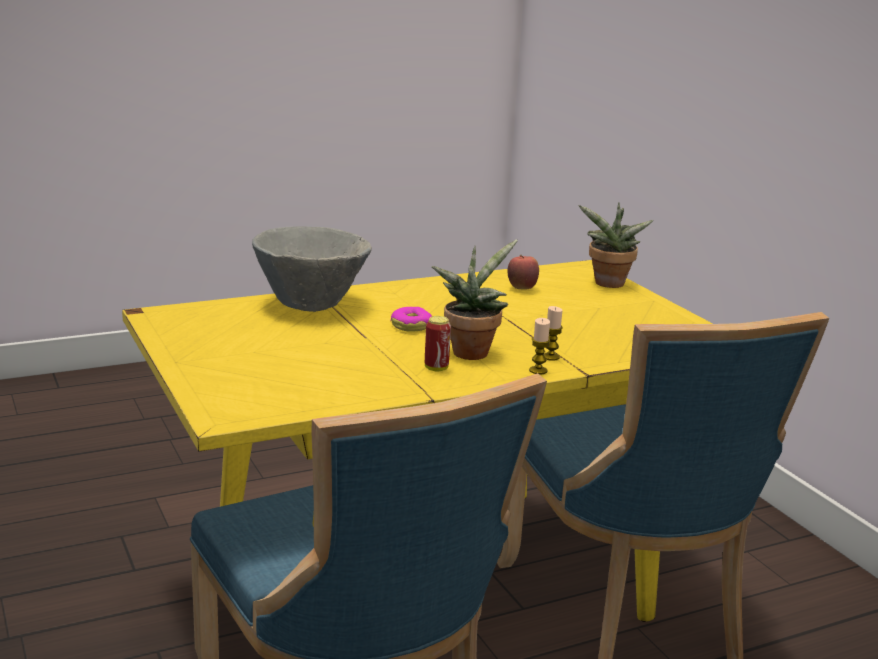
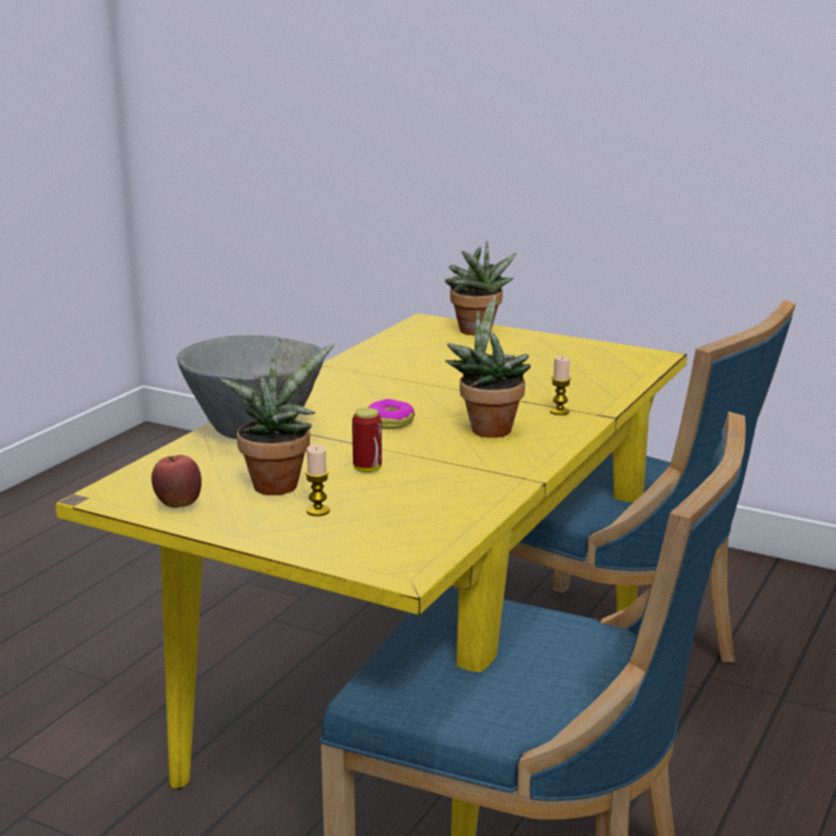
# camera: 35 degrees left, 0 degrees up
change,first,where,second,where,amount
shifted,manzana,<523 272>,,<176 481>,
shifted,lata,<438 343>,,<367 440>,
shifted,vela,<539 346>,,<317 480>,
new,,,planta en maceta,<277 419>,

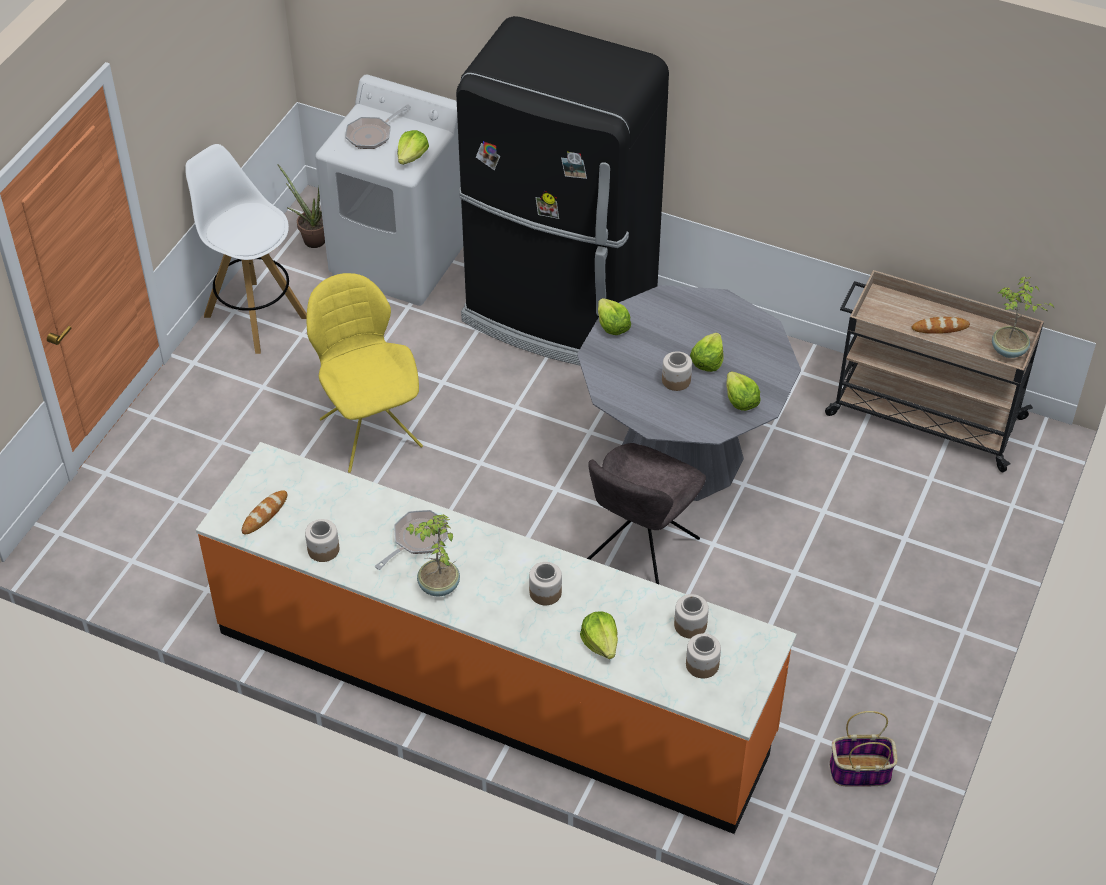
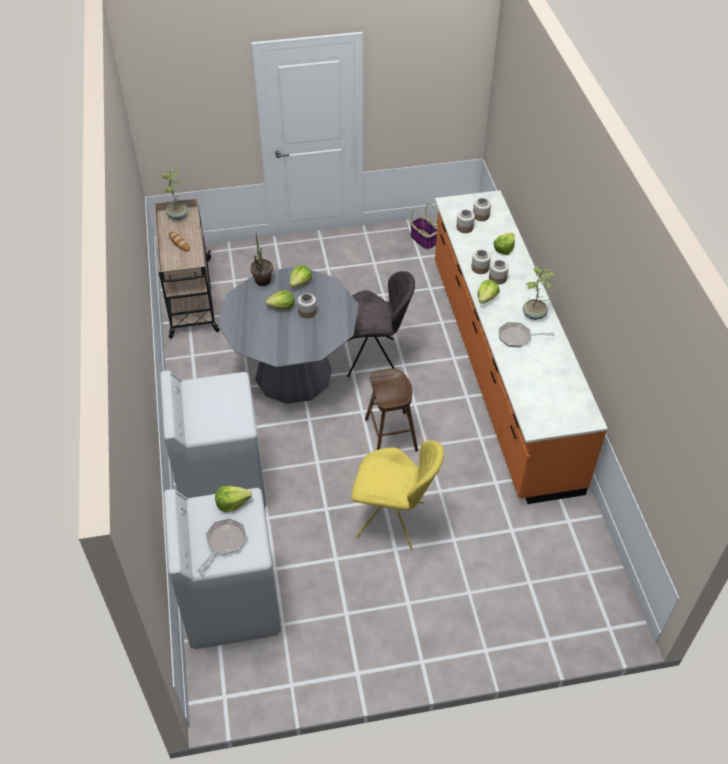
# camera: 125 degrees left, 0 degrees up
change,first,where,second,where,amount
swapped,nevera/negro,<562 190>,lavadora/blanco,<213 439>,
rotated,sartén,<378 126>,,<222 545>,75 degrees counterclockwise
gone,taburete/blanco,<246 249>,,,
shifted,planta en maceta,<301 206>,,<261 260>,
rotated,silla/amarillo,<364 373>,,<397 495>,105 degrees counterclockwise
shifted,lechuga,<614 316>,,<489 292>,
gone,pan,<264 512>,,,
shifted,tarro,<322 540>,,<481 262>,
new,,,taburete/marrón,<391 410>,

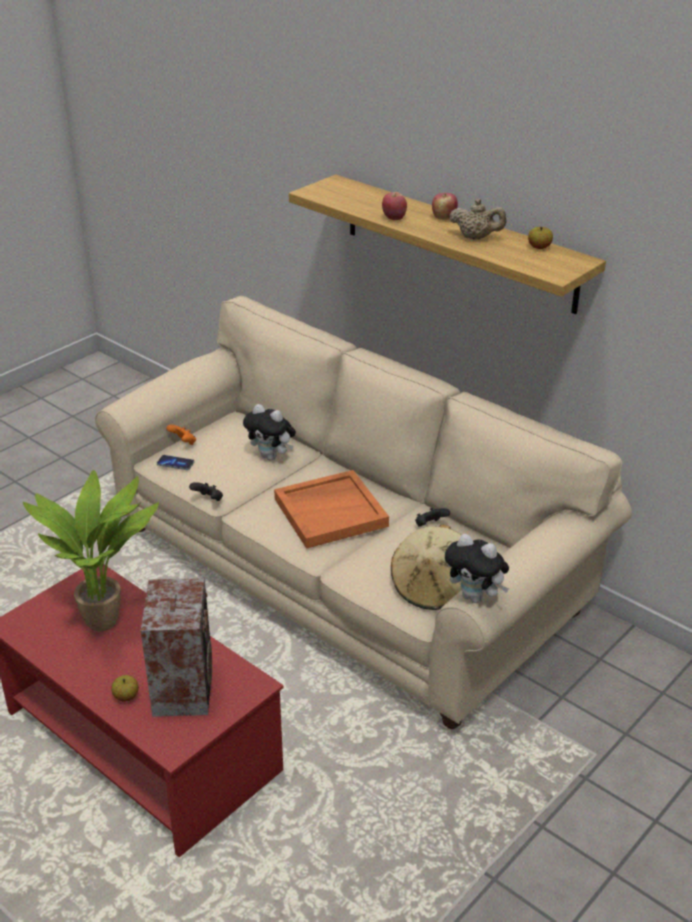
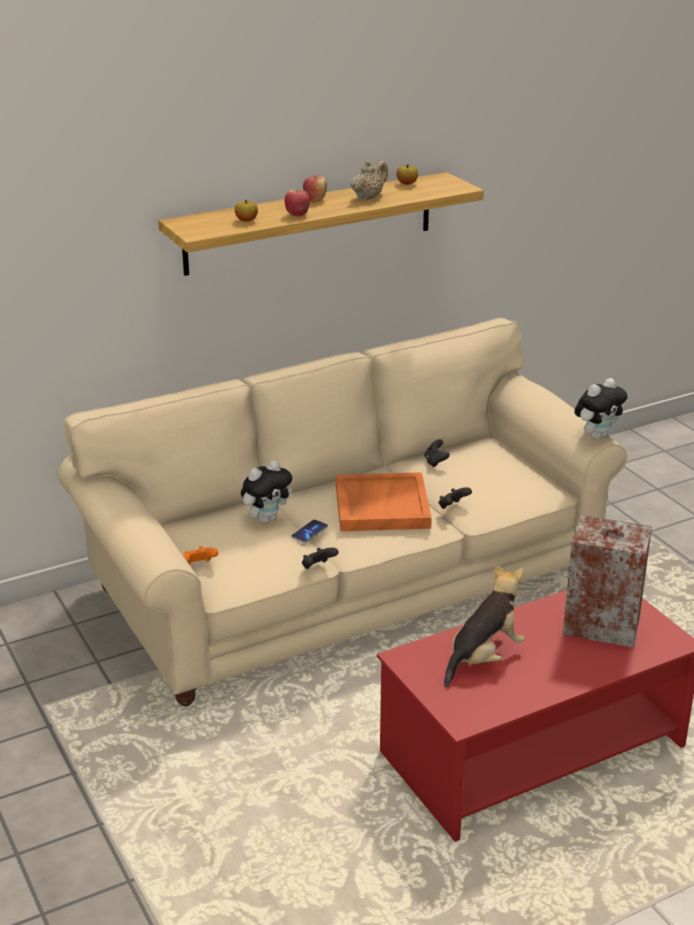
# camera: 70 degrees left, 5 degrees down
change,first,where,second,where,amount
shifted,móvil,<175 462>,,<309 531>,
swapped,planta en maceta,<91 551>,peluche,<484 625>,
gone,sombrero/beis,<426 567>,,,
shifted,manzana,<125 688>,,<246 211>,
new,,,mando de consola/negro,<455 498>,

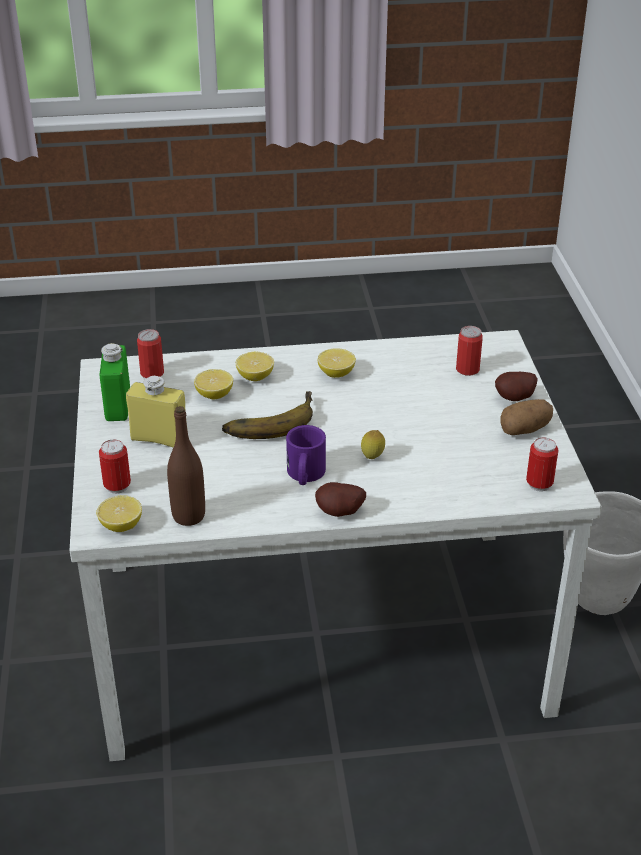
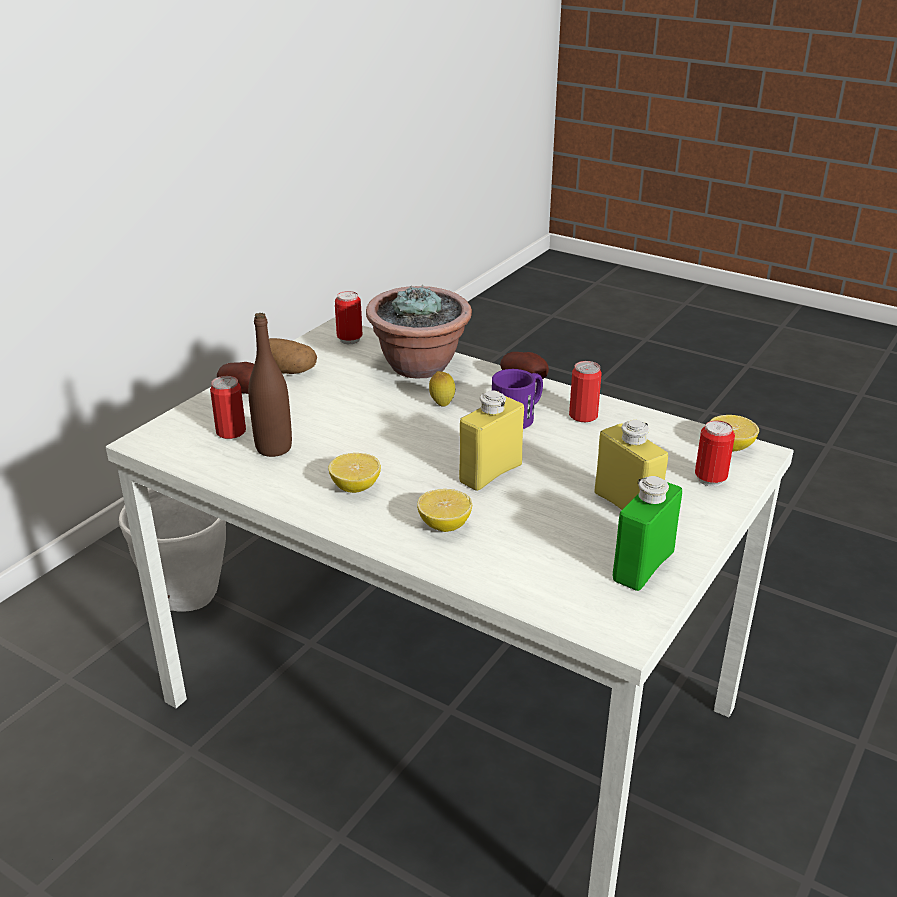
# camera: 140 degrees left, 5 degrees down
change,first,where,second,where,amount
shifted,lata,<150 353>,,<585 391>,
gone,limón,<213 384>,,,
swapped,plátano,<267 415>,botella/amarillo,<491 440>,
shifted,botella/marrón,<186 466>,,<270 385>,
new,,,planta en maceta,<419 332>,

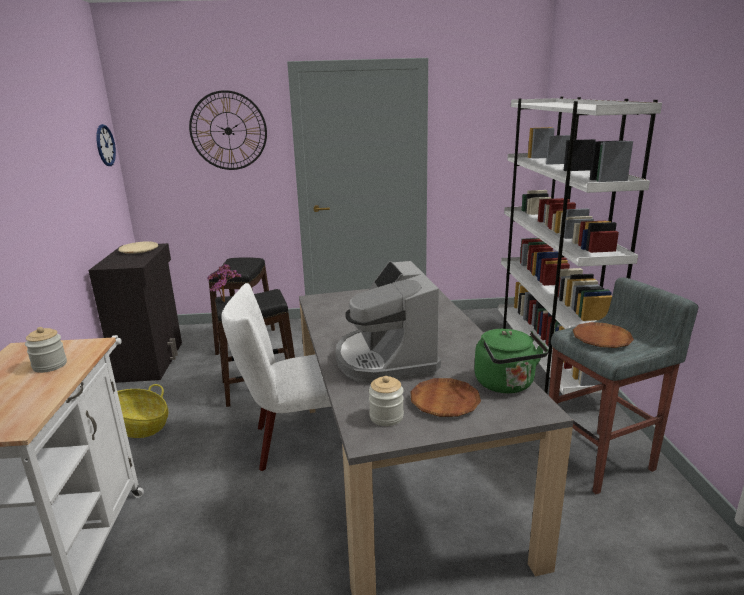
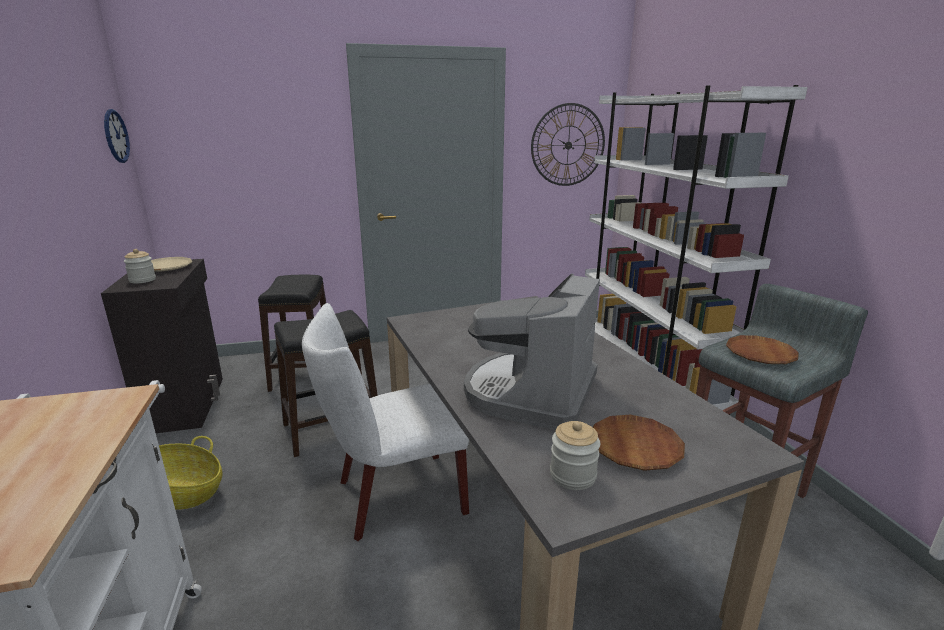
# camera: 10 degrees left, 0 degrees up
change,first,where,second,where,amount
shifted,reloj de pared,<228 130>,,<568 144>,
rotated,cafetera,<388 322>,,<532 352>,45 degrees clockwise
gone,planta en maceta,<224 283>,,,
shifted,tarro,<46 350>,,<140 266>,
gone,hervidor/verde,<511 361>,,,

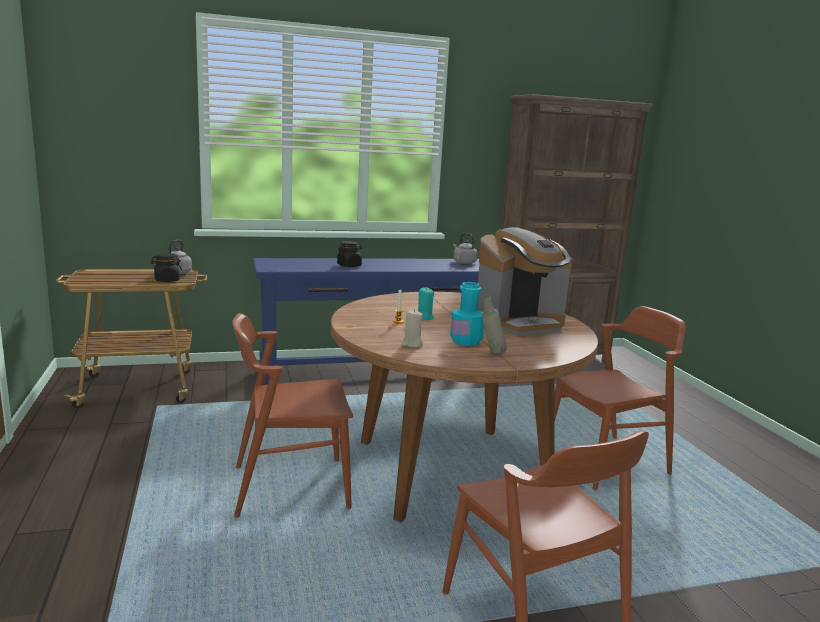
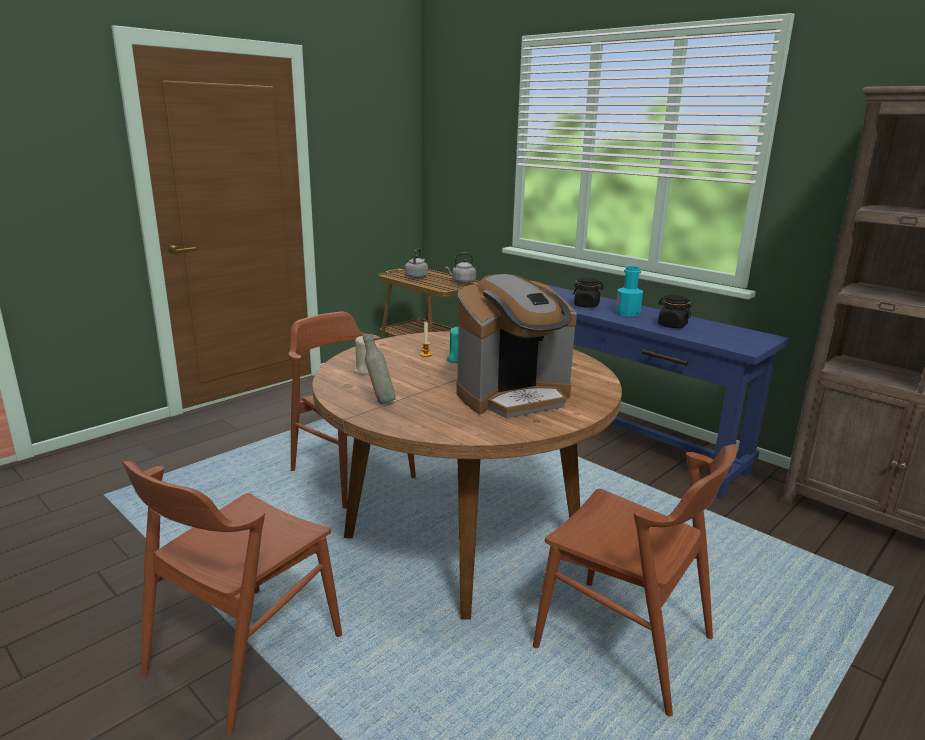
# camera: 60 degrees right, 5 degrees up
change,first,where,second,where,amount
rotated,cafetera,<525 281>,,<516 346>,60 degrees counterclockwise
shifted,hervidor/gris,<465 248>,,<416 263>,
shifted,tarro/negro,<166 267>,,<675 311>,
shifted,botella/turquesa,<467 314>,,<629 291>,

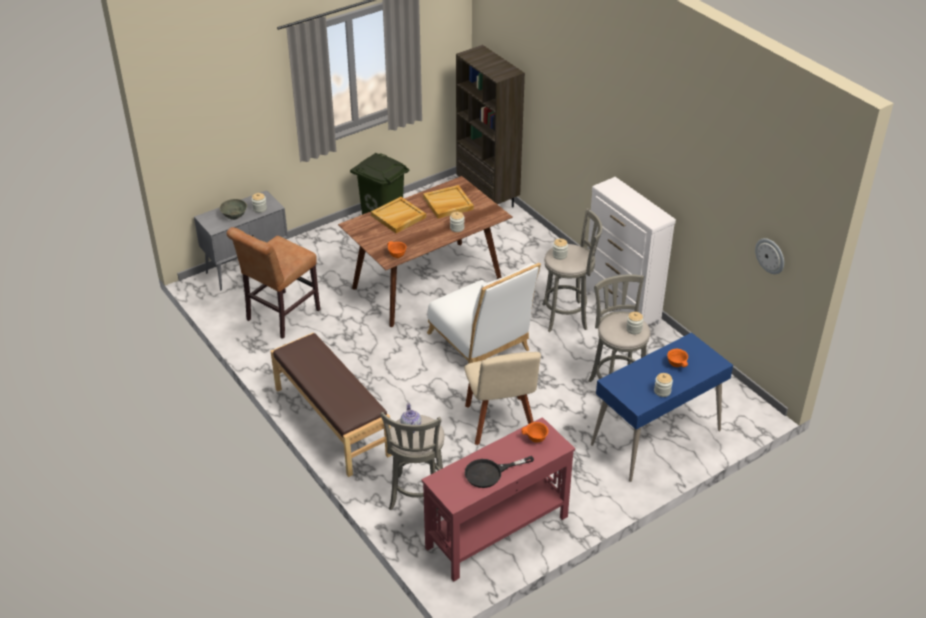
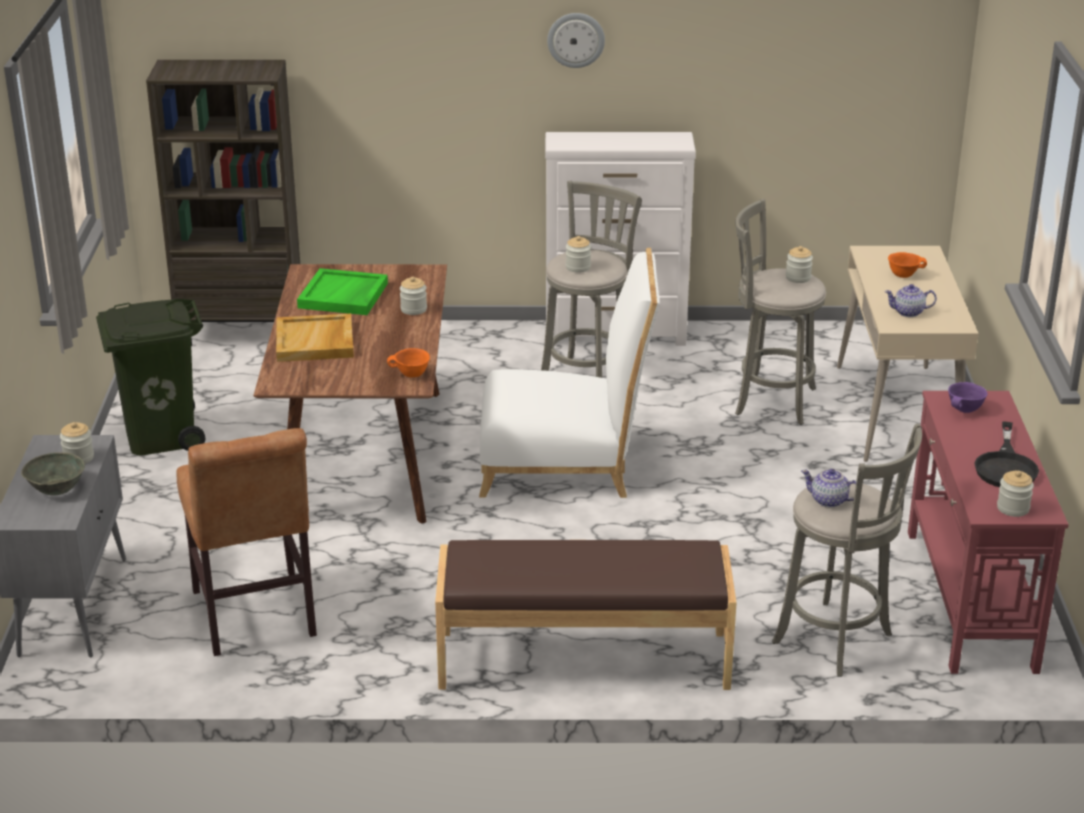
# camera: 55 degrees left, 10 degrees down
change,first,where,second,where,amount
repainted,bandeja/beis,<448 202>,bandeja/verde,<342 291>,
shifted,reloj de pared,<769 256>,,<576 40>,
repainted,escritorio/azul,<662 407>,escritorio/beis,<908 354>,
gone,silla/beis,<502 398>,,,
shifted,tarro,<663 385>,,<1015 494>,
repainted,cuenco/naranja,<534 432>,cuenco/morado,<968 397>,
new,,,tetera,<911 300>,

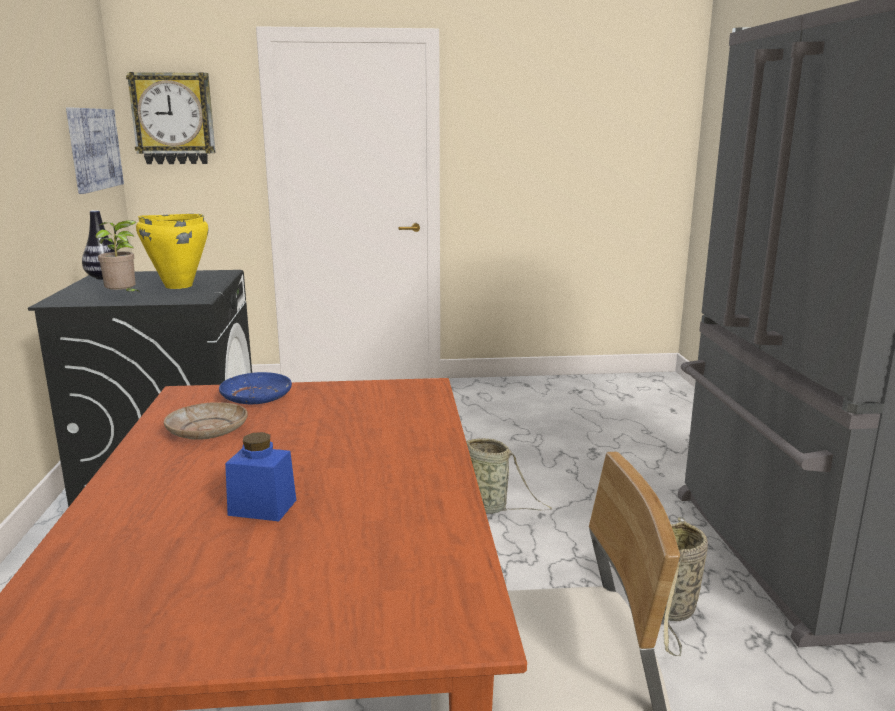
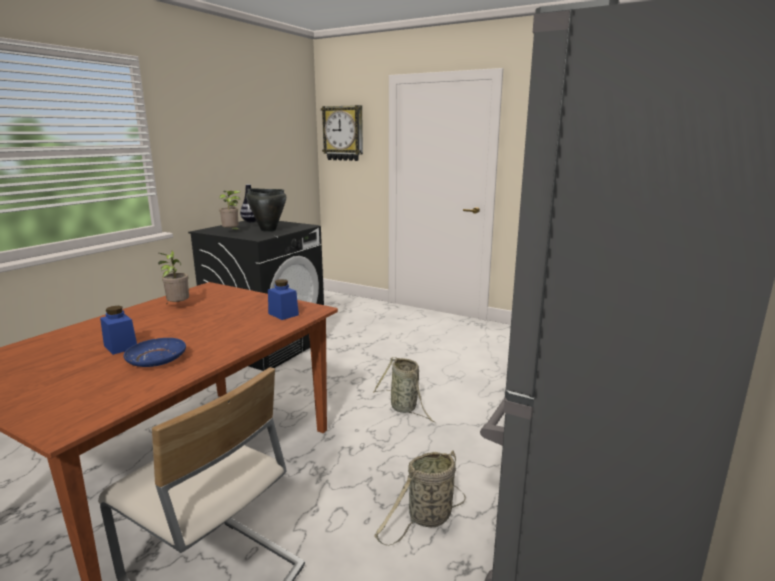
# camera: 35 degrees right, 0 degrees up
change,first,where,second,where,amount
gone,cuadro,<95 151>,,,
repainted,olla/amarillo,<172 251>,olla/negro,<266 210>,
shifted,plato/azul,<255 388>,,<155 352>,
swapped,plato/beis,<206 421>,planta en maceta,<173 277>,
new,,,tarro/azul,<283 299>,

